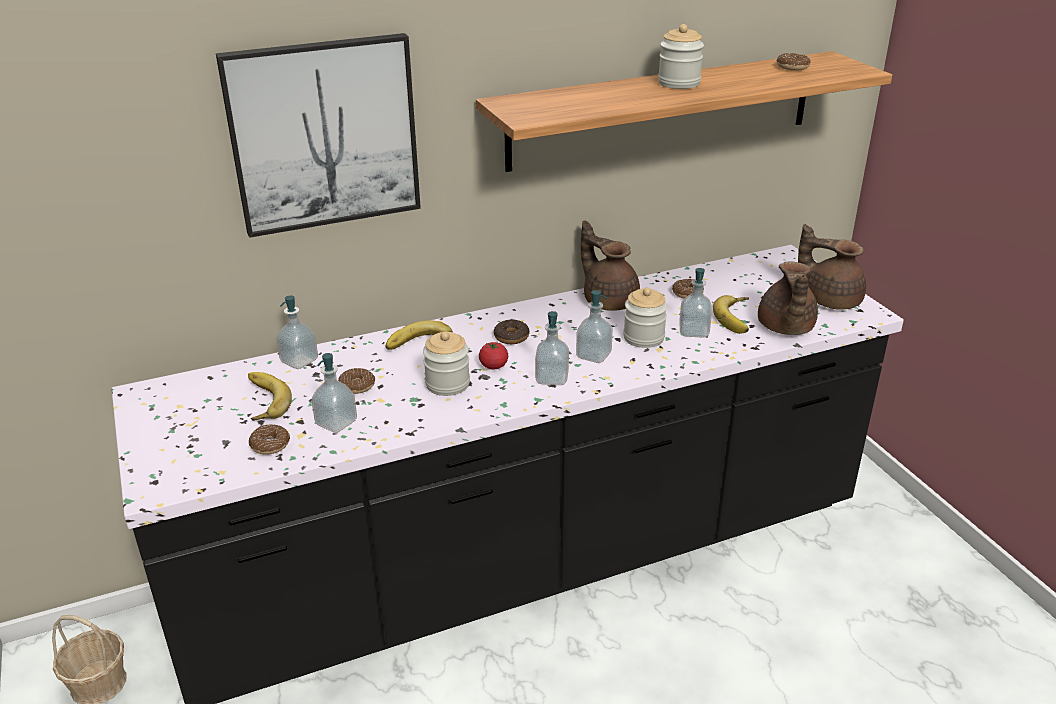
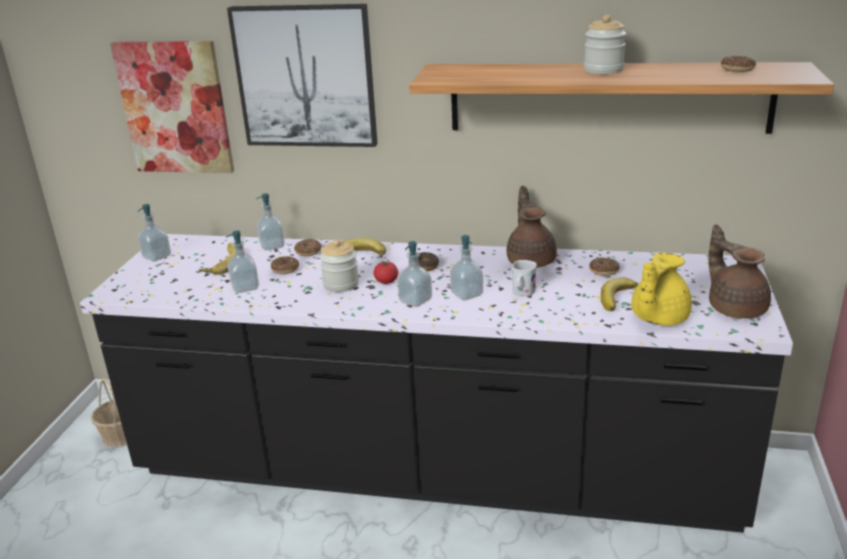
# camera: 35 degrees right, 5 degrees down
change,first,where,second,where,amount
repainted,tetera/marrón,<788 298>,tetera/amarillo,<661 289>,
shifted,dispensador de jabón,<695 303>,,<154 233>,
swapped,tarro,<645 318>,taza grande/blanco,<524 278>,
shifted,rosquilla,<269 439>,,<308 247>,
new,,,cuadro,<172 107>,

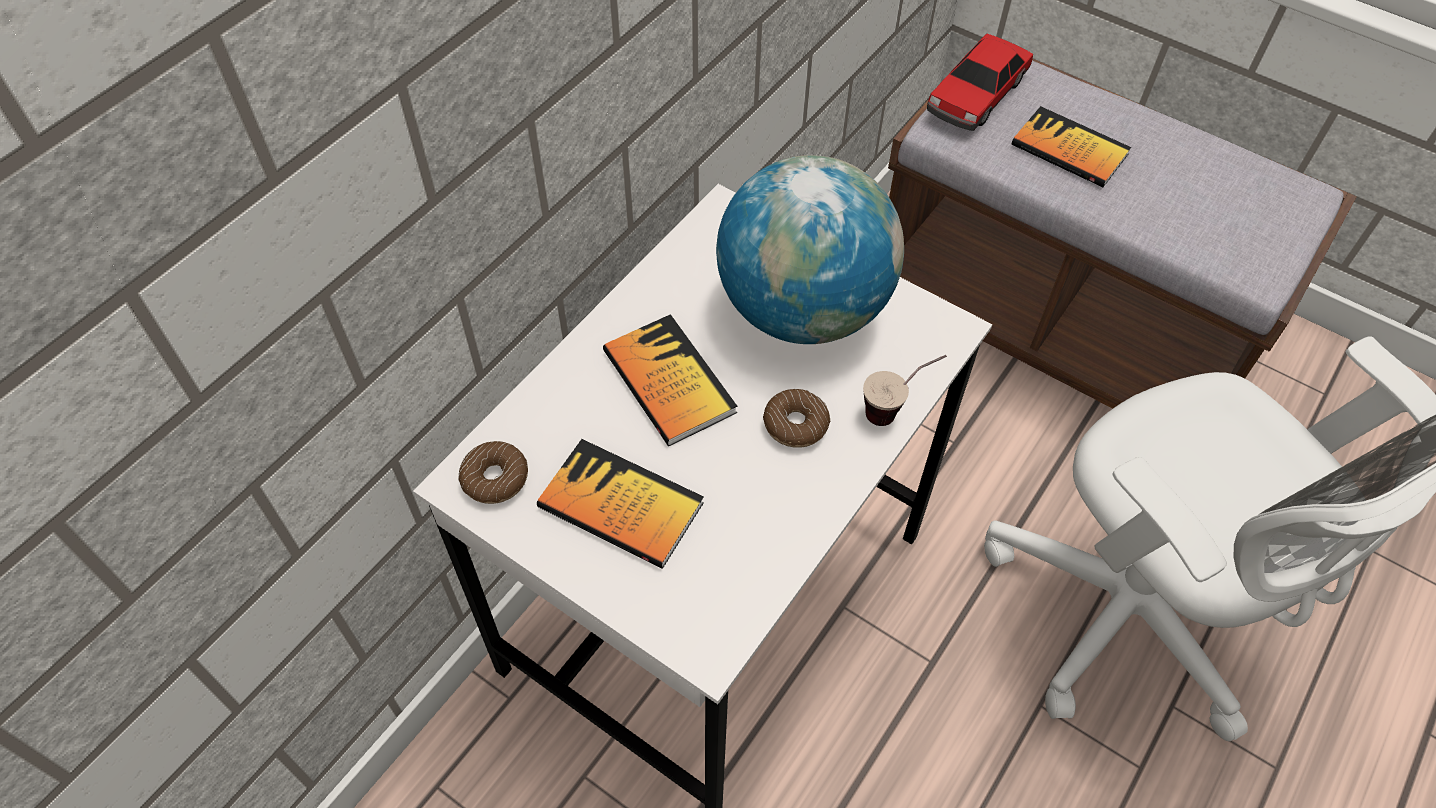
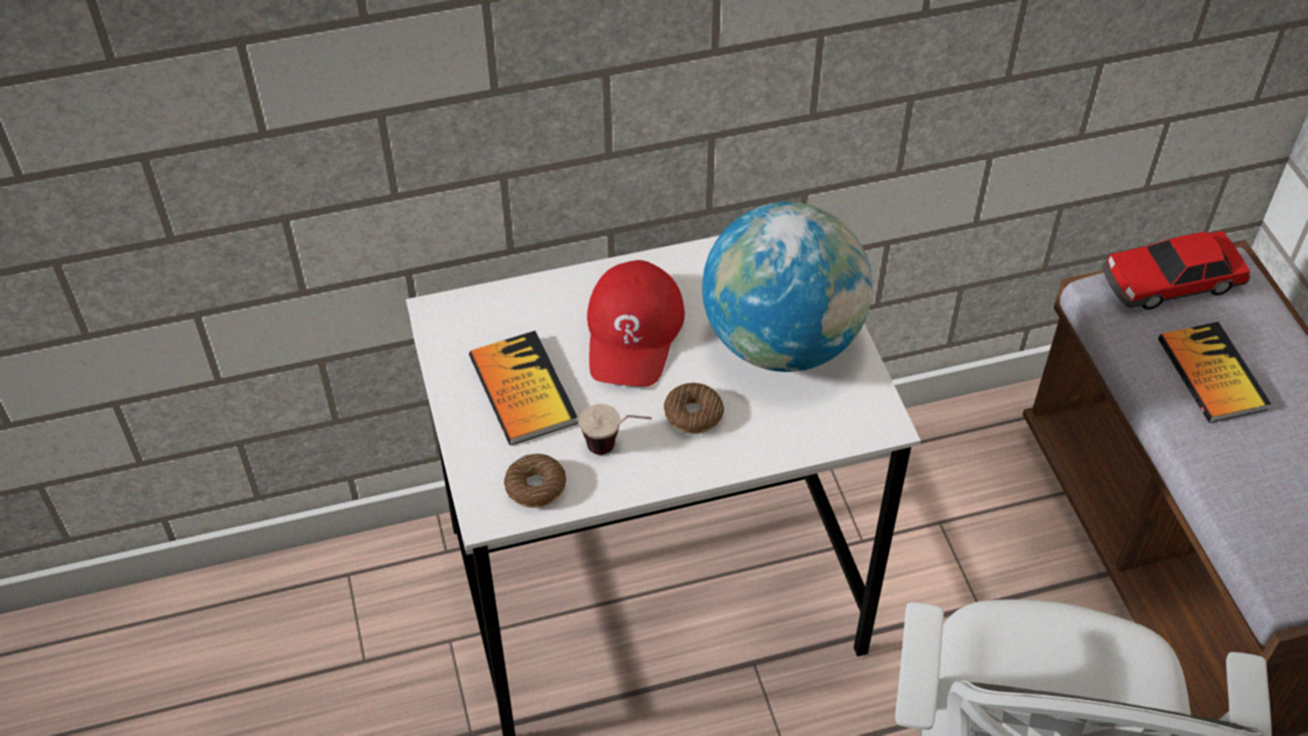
# camera: 40 degrees right, 5 degrees down
change,first,where,second,where,amount
swapped,libro,<670 380>,gorra/rojo,<636 323>,
shifted,taza,<905 390>,,<615 429>,
shifted,rosquilla,<493 472>,,<535 481>,

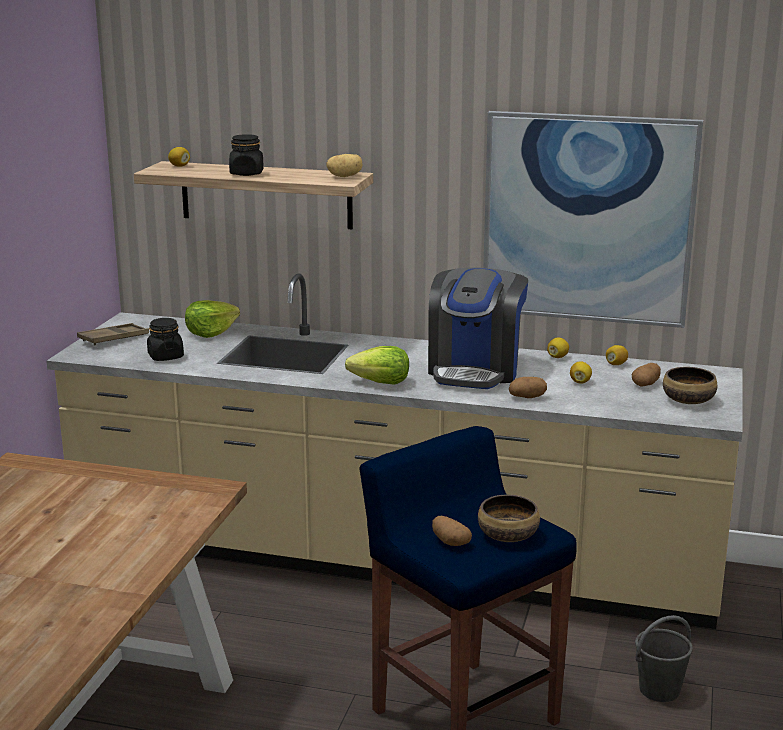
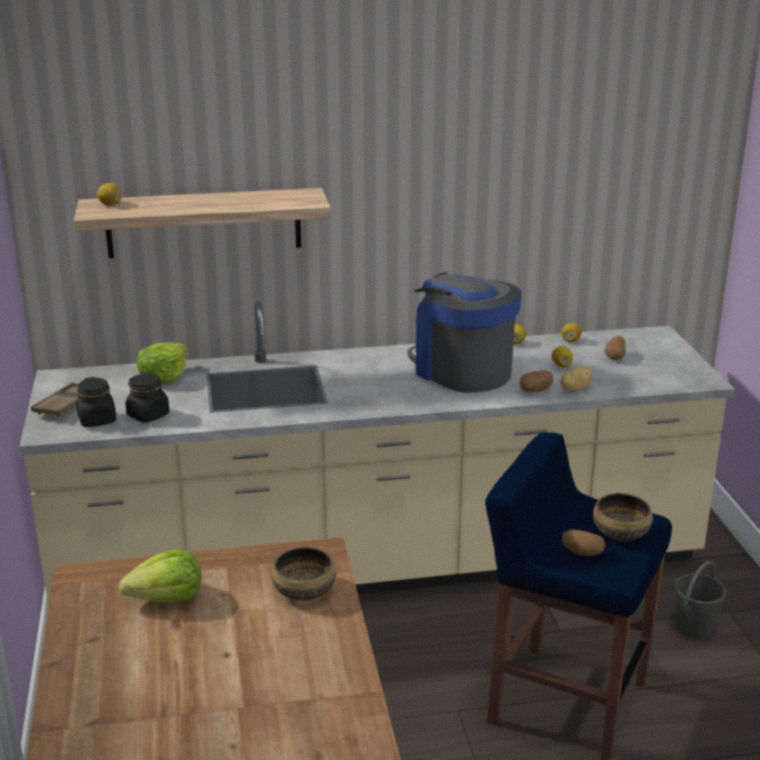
# camera: 25 degrees left, 5 degrees up
change,first,where,second,where,amount
gone,cuadro,<593 219>,,,
shifted,tarro/negro,<246 155>,,<96 402>,
shifted,patata,<344 165>,,<576 379>,
rotated,cafetera,<478 328>,,<465 332>,150 degrees clockwise
shifted,lechuga,<377 365>,,<160 576>,
shifted,cuenco,<690 385>,,<304 574>,

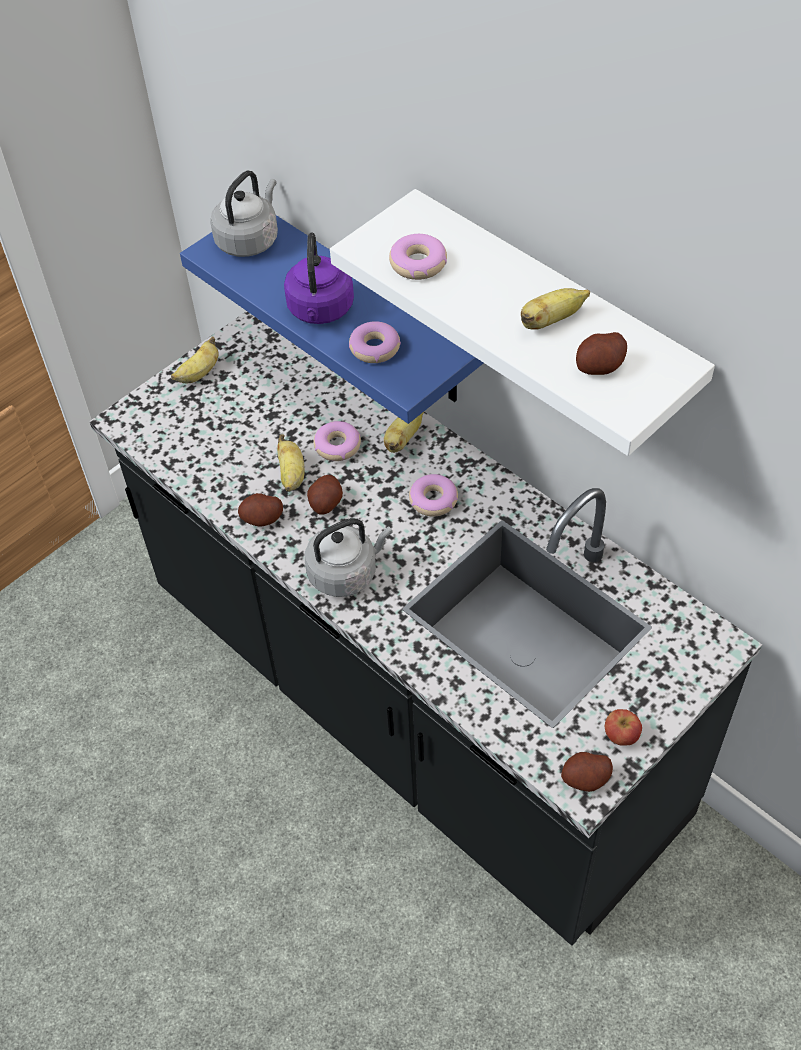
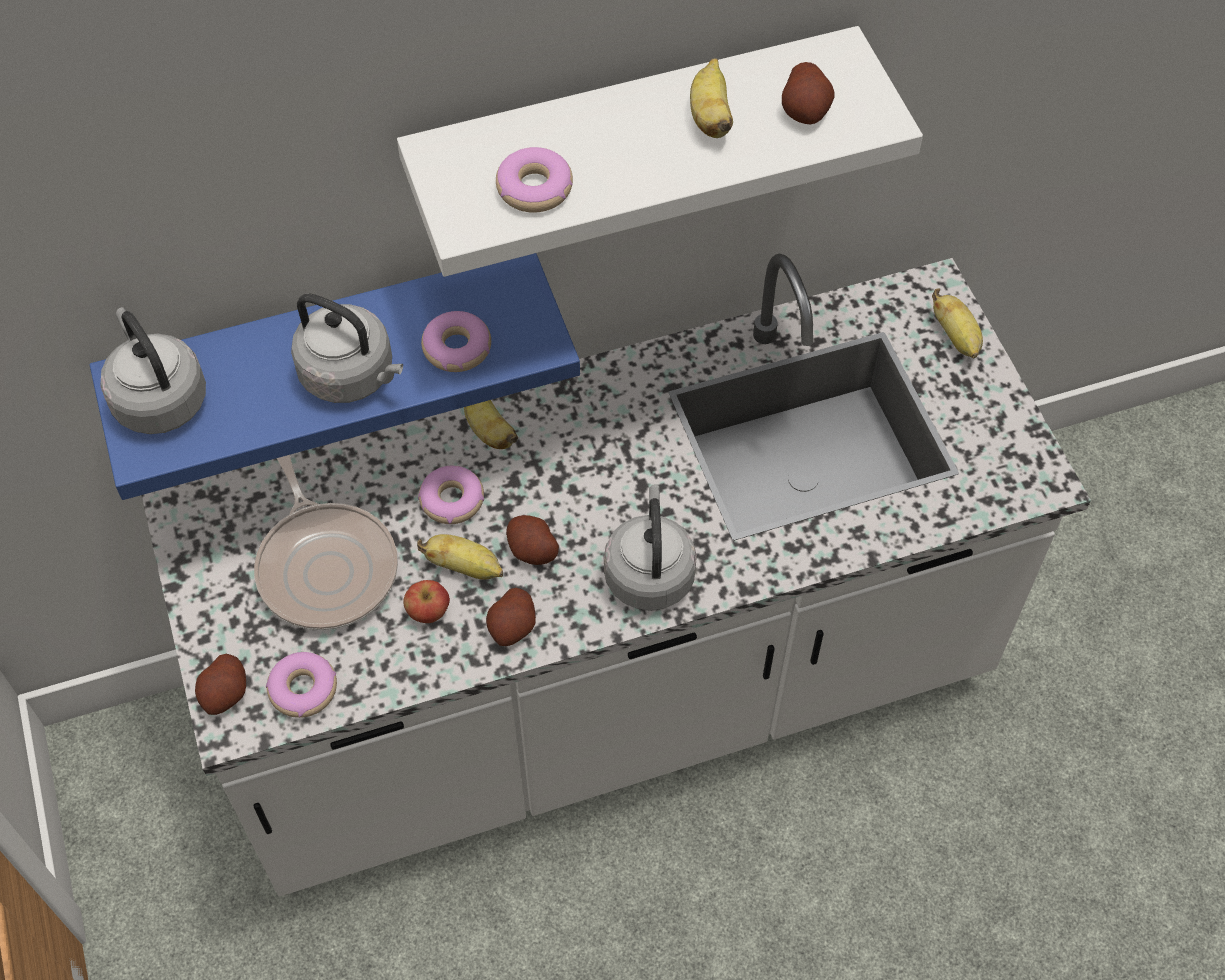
# camera: 65 degrees left, 5 degrees up
change,first,where,second,where,amount
repainted,hervidor/morado,<319 278>,hervidor/gris,<347 348>,
repainted,mueble bajo de cocina/negro,<425 628>,mueble bajo de cocina/blanco,<616 575>,
shifted,plátano,<195 359>,,<957 323>,
shifted,rosquilla,<433 495>,,<301 685>,
shifted,manzana,<623 727>,,<426 601>,
shifted,patata,<587 772>,,<220 684>,
new,,,sartén,<326 542>,

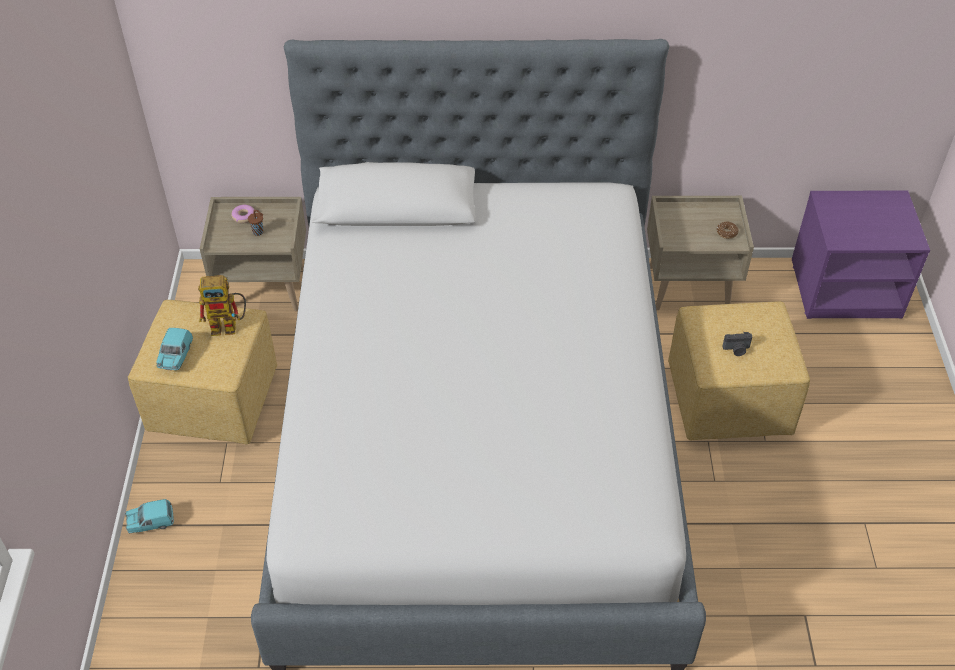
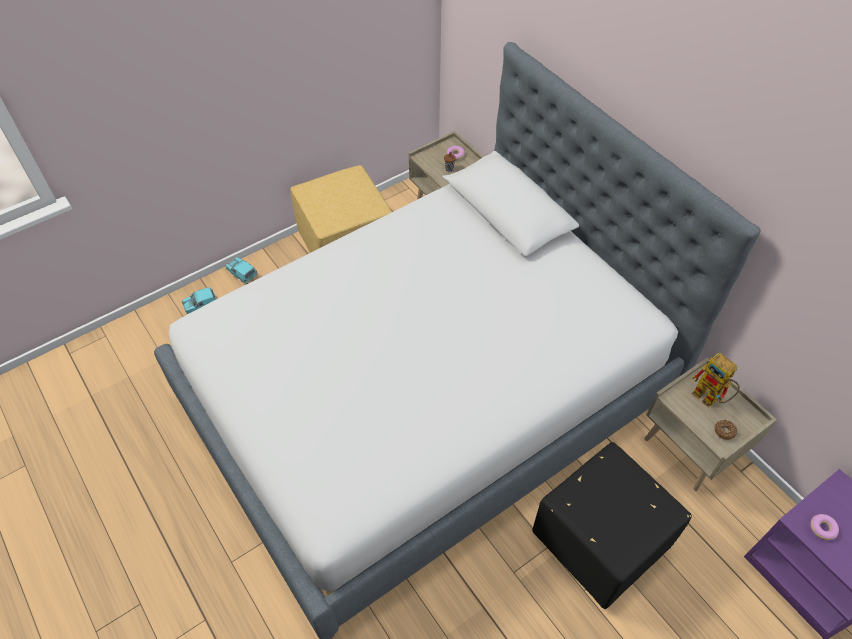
# camera: 55 degrees right, 5 degrees up
change,first,where,second,where,amount
shifted,robot de juguete,<222 305>,,<716 380>,
repainted,puf/amarillo,<739 370>,puf/negro,<612 525>,
shifted,coche de juguete/turquesa,<175 349>,,<199 300>,
gone,cámara,<737 344>,,,
new,,,rosquilla,<824 527>,

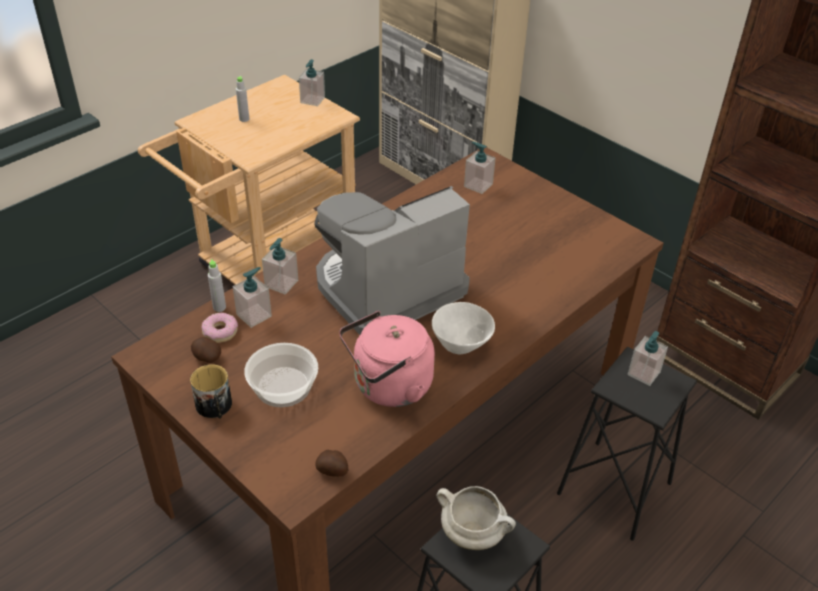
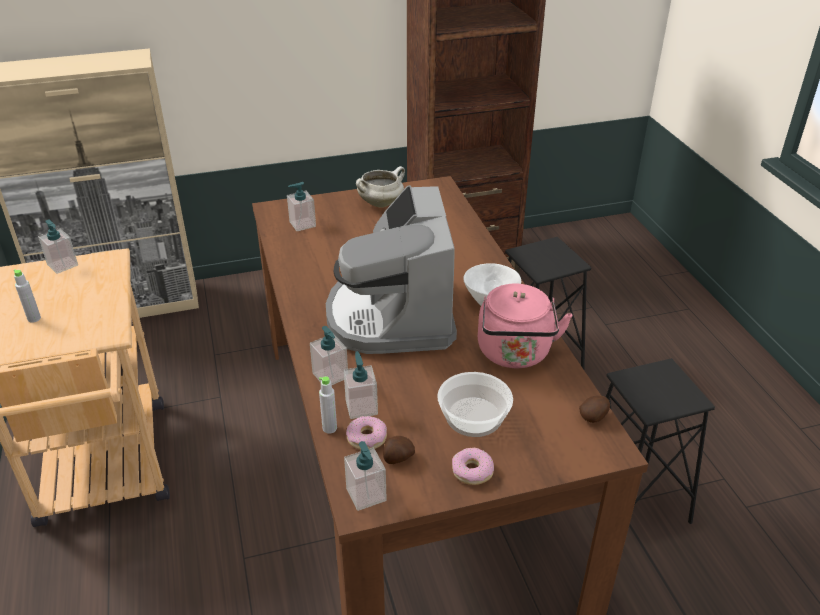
# camera: 60 degrees left, 5 degrees down
change,first,where,second,where,amount
shifted,dispensador de jabón,<648 358>,,<365 476>,
swapped,taza grande,<211 391>,rosquilla,<473 466>,
shifted,olla/blanco,<476 518>,,<380 187>,

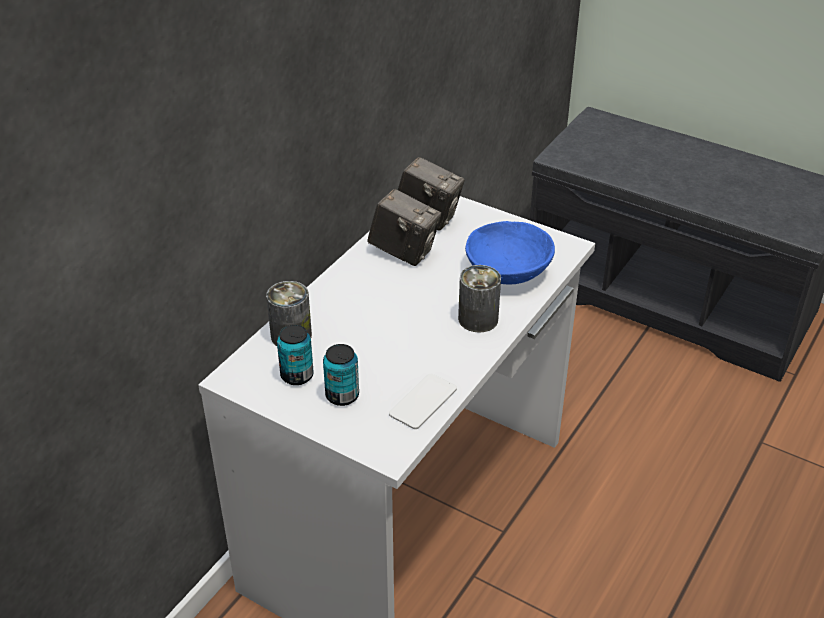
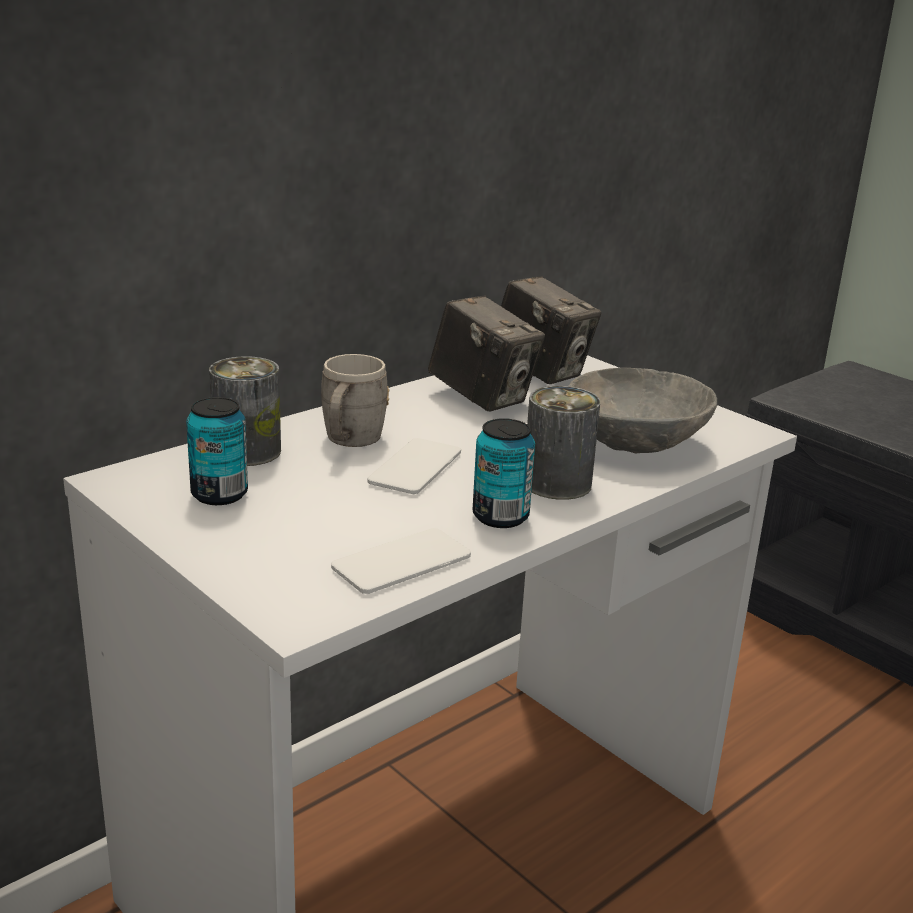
# camera: 15 degrees right, 15 degrees down
change,first,where,second,where,amount
repainted,cuenco/azul,<510 252>,cuenco/gris,<643 410>,
shifted,lata,<341 375>,,<503 473>,
new,,,taza grande/gris,<355 400>,
new,,,móvil,<414 466>,

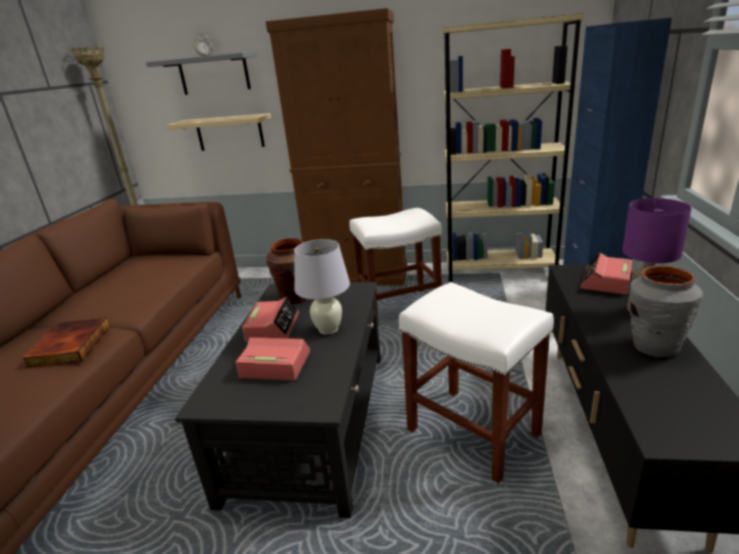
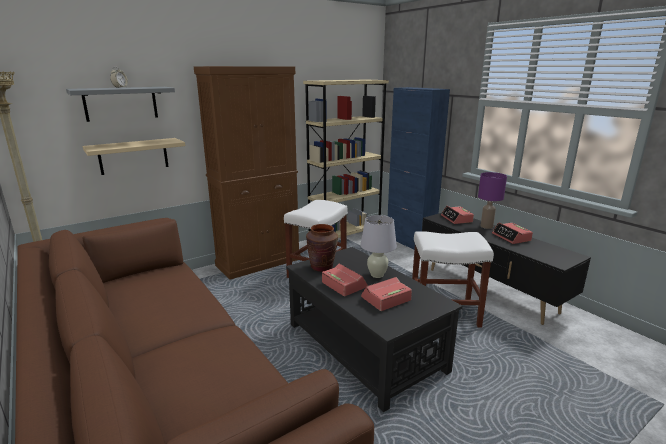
# camera: 45 degrees left, 5 degrees down
change,first,where,second,where,amount
swapped,florero/gris,<666 311>,despertador,<512 233>,
gone,libro,<65 342>,,,

